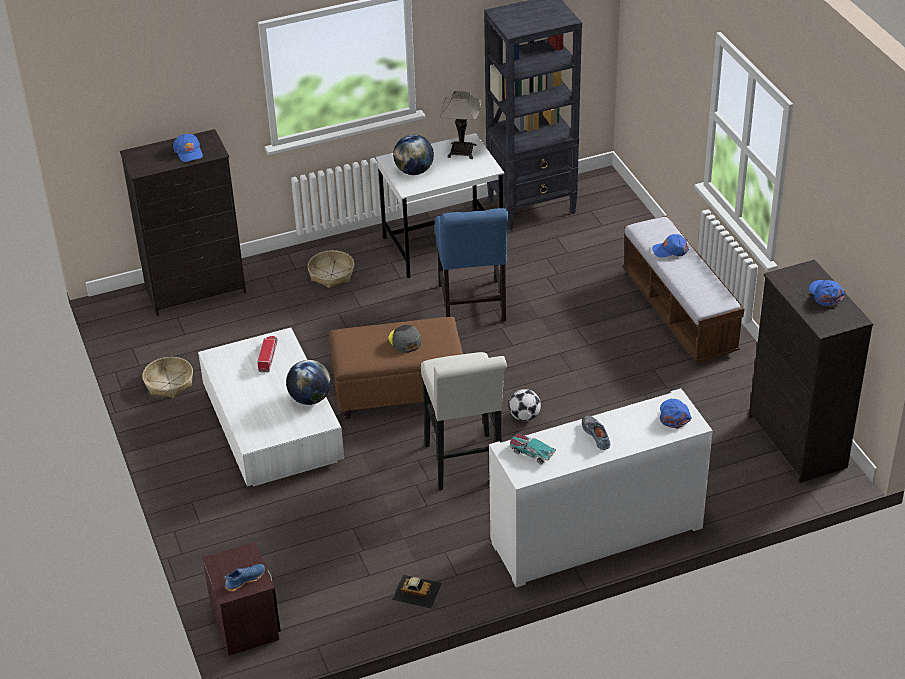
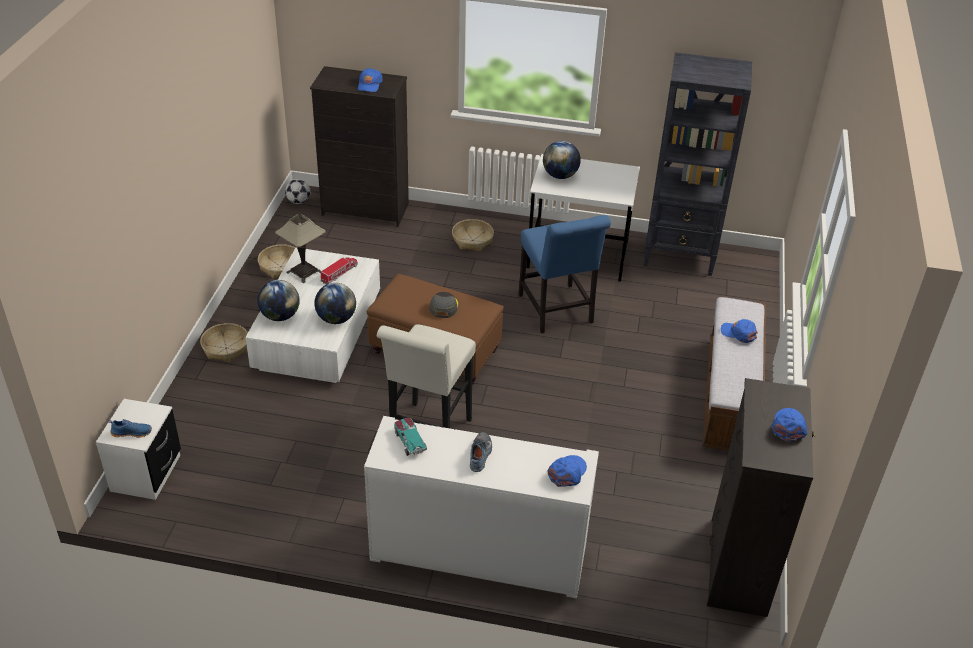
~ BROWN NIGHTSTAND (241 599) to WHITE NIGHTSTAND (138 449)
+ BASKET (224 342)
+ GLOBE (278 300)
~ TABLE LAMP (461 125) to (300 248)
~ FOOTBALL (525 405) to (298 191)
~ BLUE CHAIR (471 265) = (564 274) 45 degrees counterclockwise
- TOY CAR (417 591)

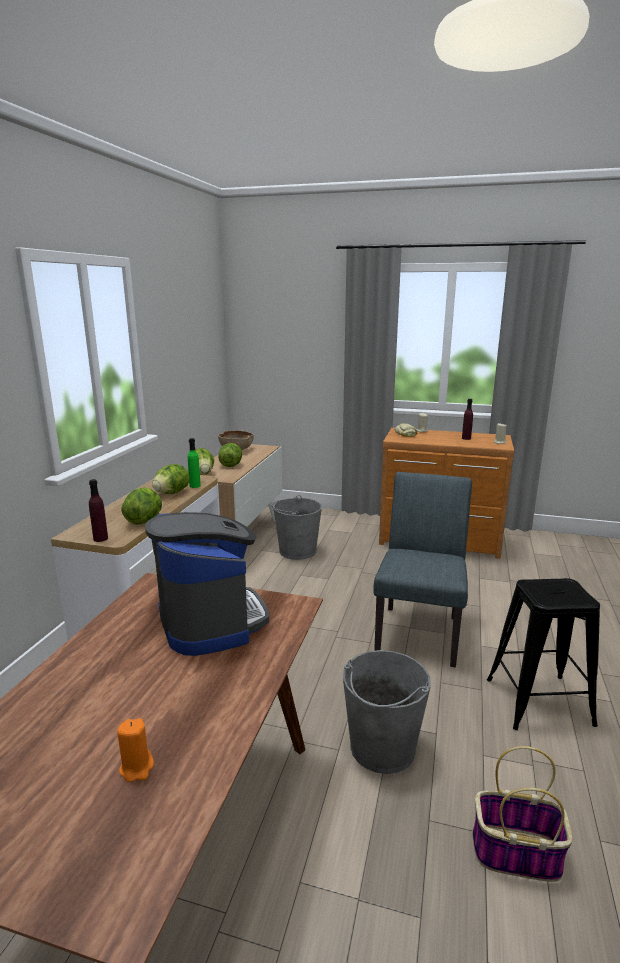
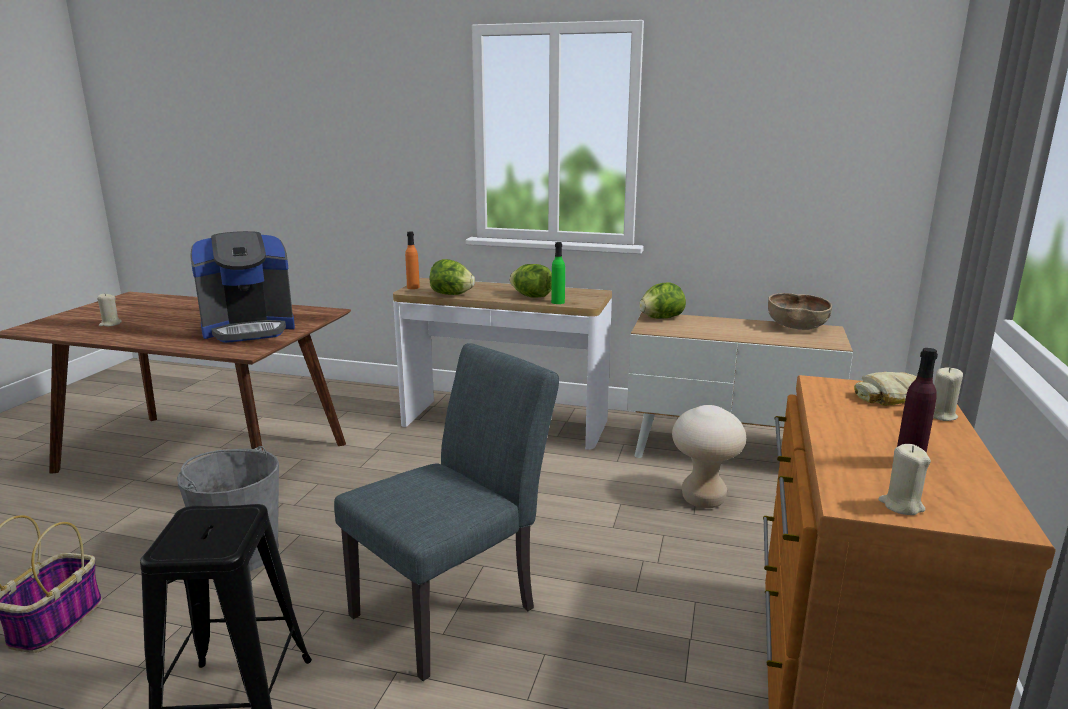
~ ORANGE CANDLE (135 750) to BEIGE CANDLE (109 310)
~ GREY CHAIR (422 569) = (446 512) 60 degrees counterclockwise
~ PURPLE BOTTLE (98 510) to ORANGE BOTTLE (412 260)
~ GREY BUCKET (296 527) to BEIGE STOOL (709 456)
- LETTUCE (230 455)

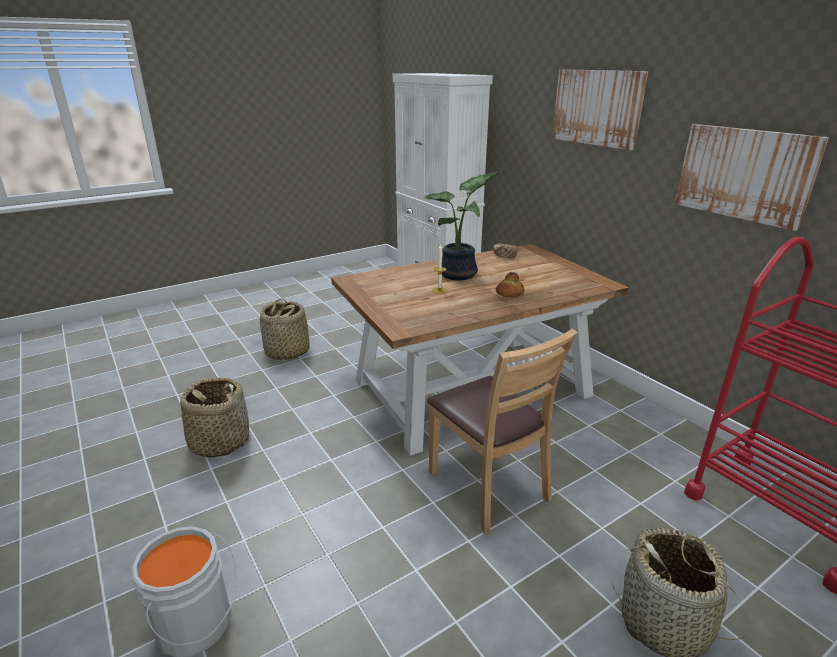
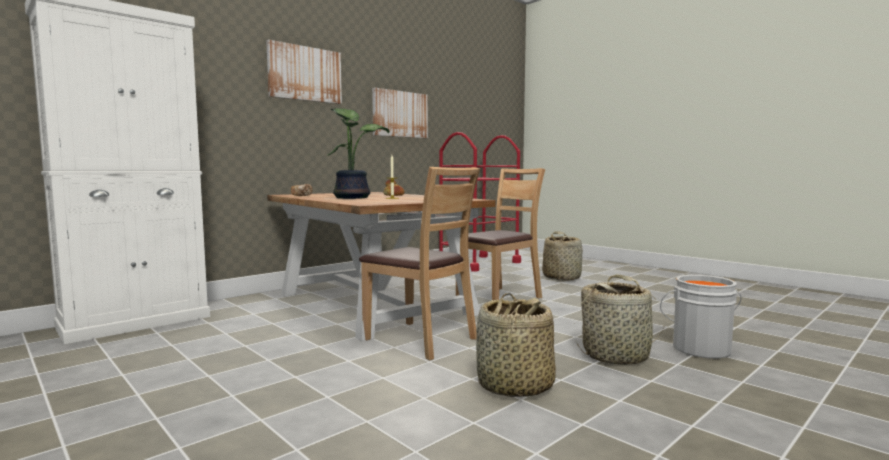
+ BROWN CHAIR (419 264)
~ BASKET (285 329) to (620 319)

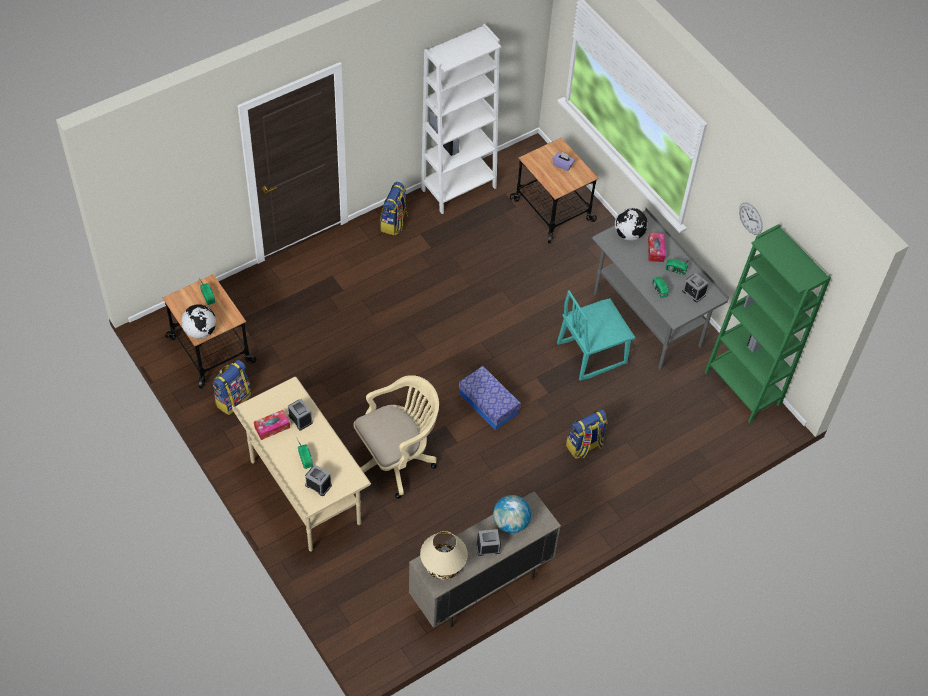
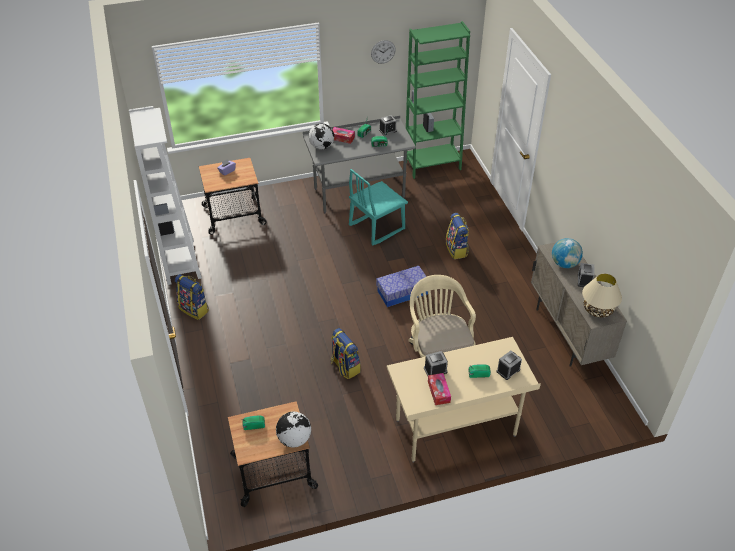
~ BACKPACK (232 387) to (346 353)
~ TURQUOISE CHAIR (596 335) = (378 207) 60 degrees clockwise

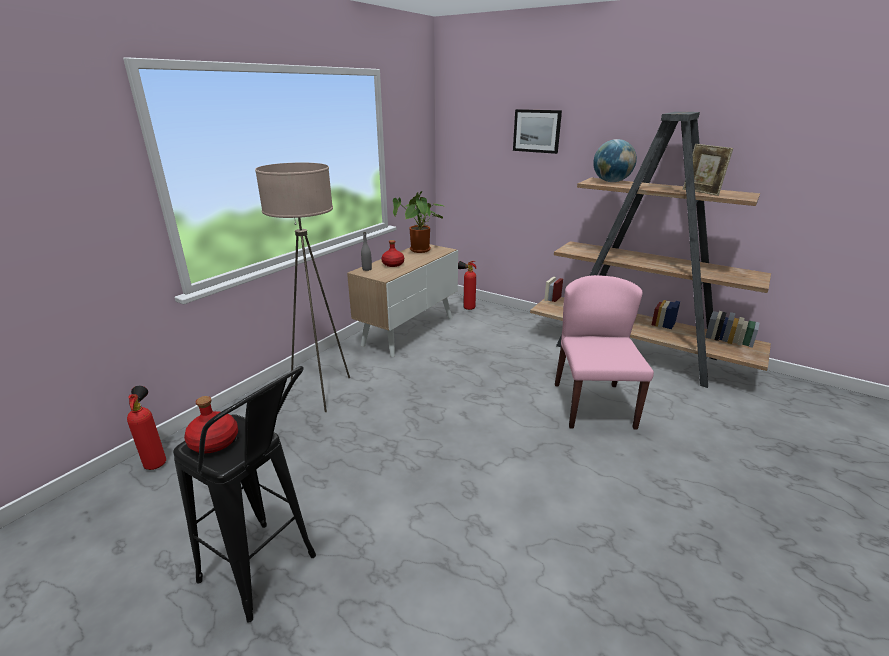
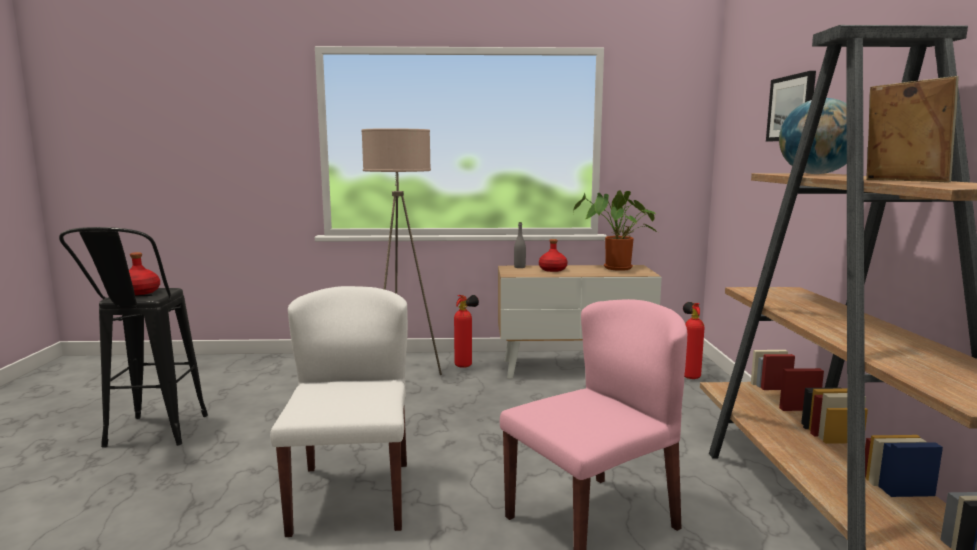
+ WHITE CHAIR (339 411)
~ FIRE EXTINGUISHER (146 428) to (466 331)
~ PICTURE FRAME (708 170) = (912 129) 135 degrees clockwise

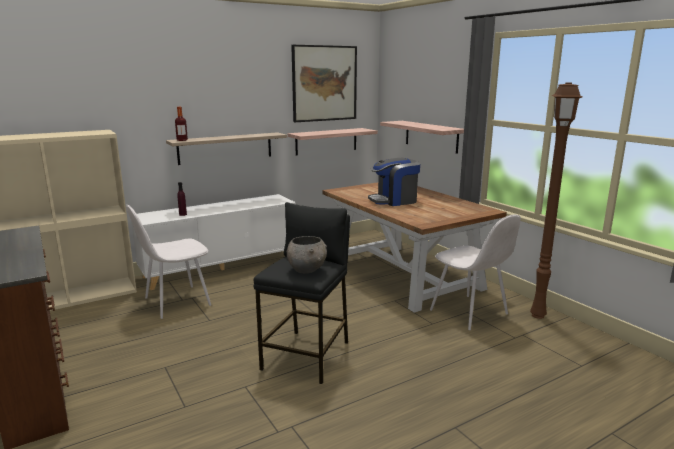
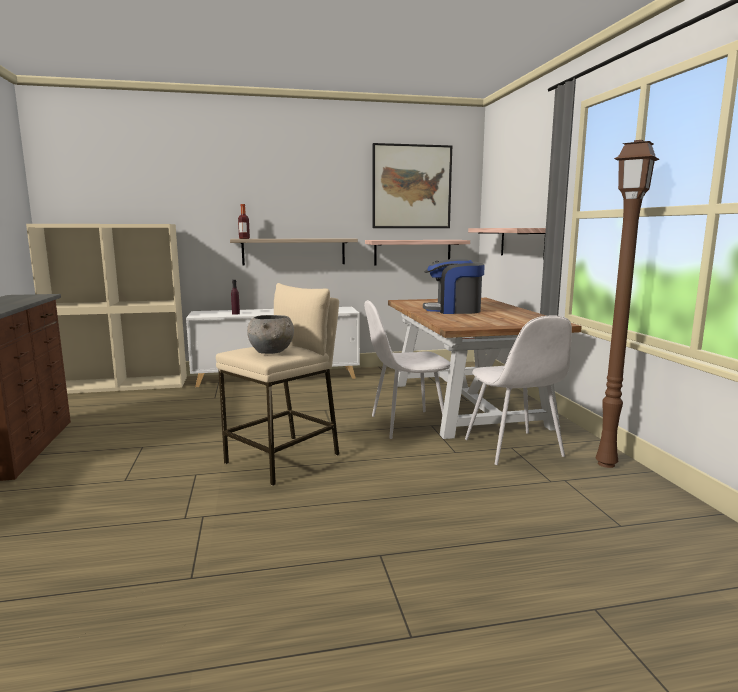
~ BLACK STOOL (302 293) to BEIGE STOOL (277 384)
~ WHITE CHAIR (168 262) to (407 369)

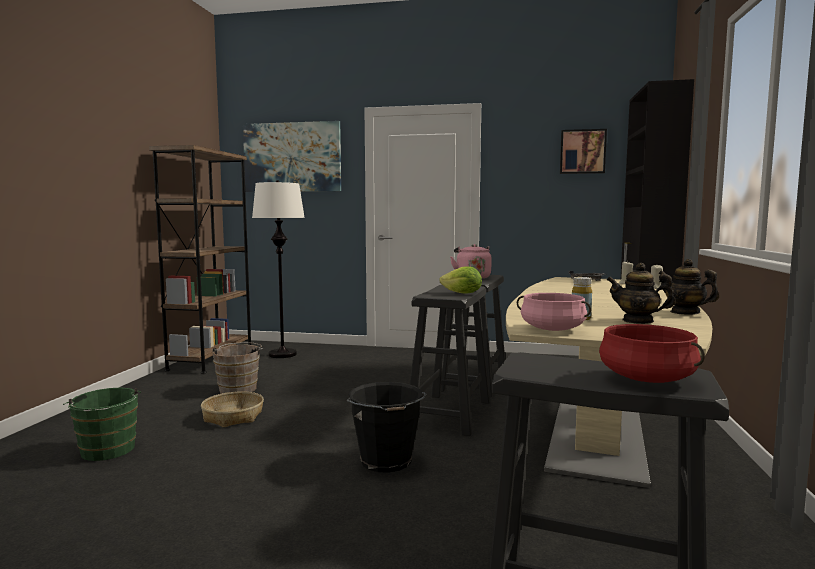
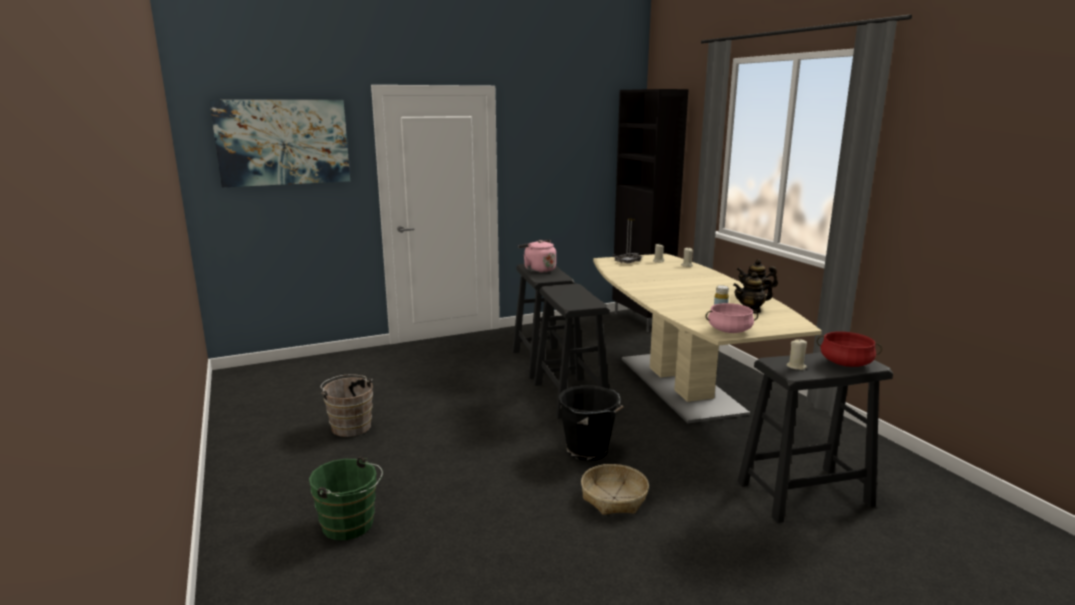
~ BASKET (232 409) to (615 489)
+ BEIGE CANDLE (796 354)
- BROWN BOOKCASE (200 259)
- WHITE FLOOR LAMP (278 269)
- LETTUCE (460 279)
- PICTURE (583 151)

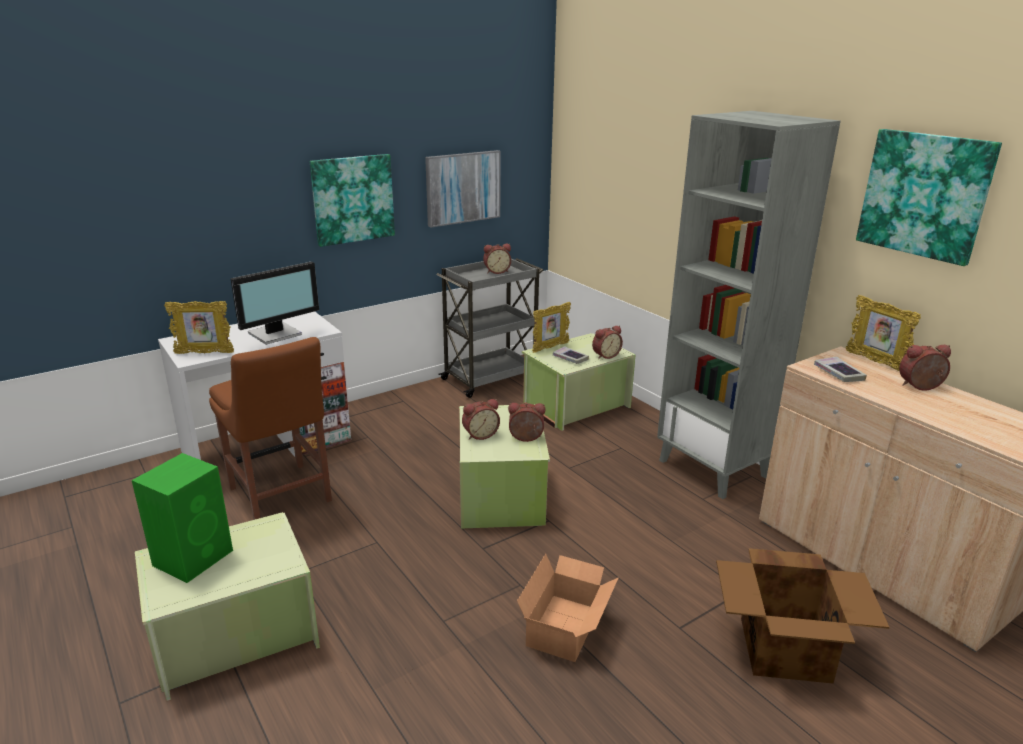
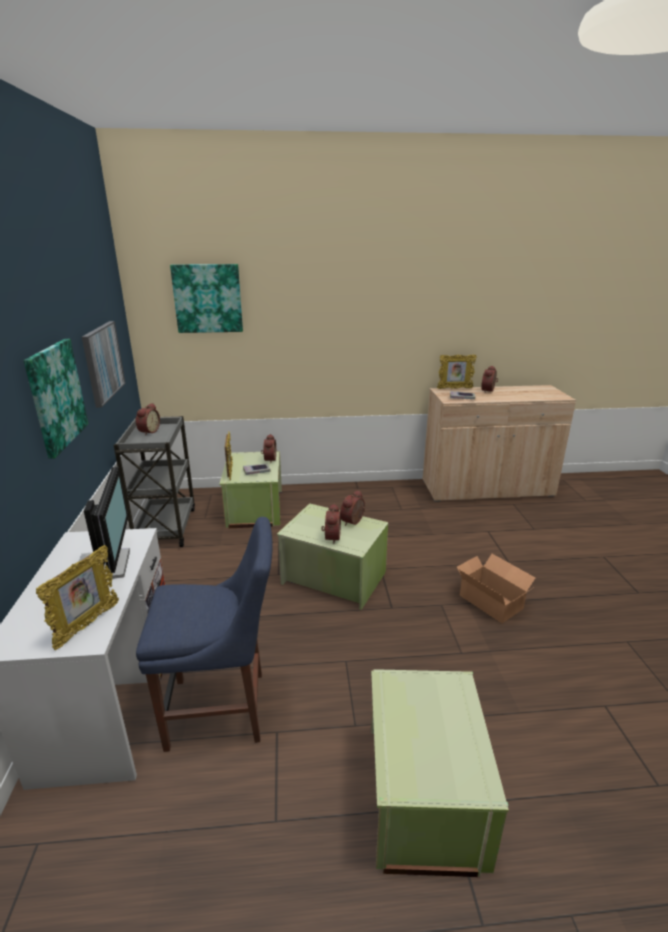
~ BROWN CHAIR (270 428) to BLUE CHAIR (204 634)
~ PICTURE (929 197) to (206 298)
- GREEN SPEAKER (182 518)
- GREY BOOKCASE (749 305)
- CARDBOARD BOX (803 616)

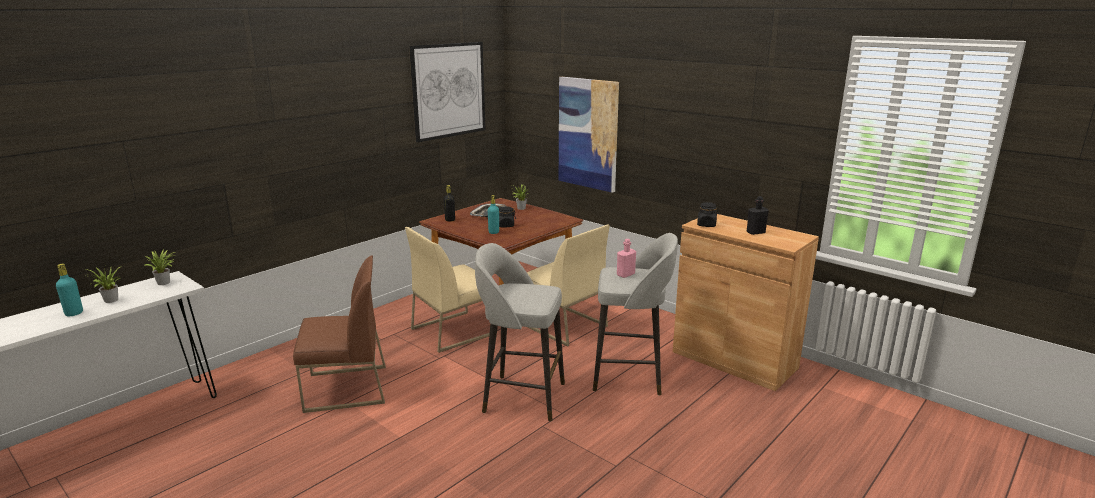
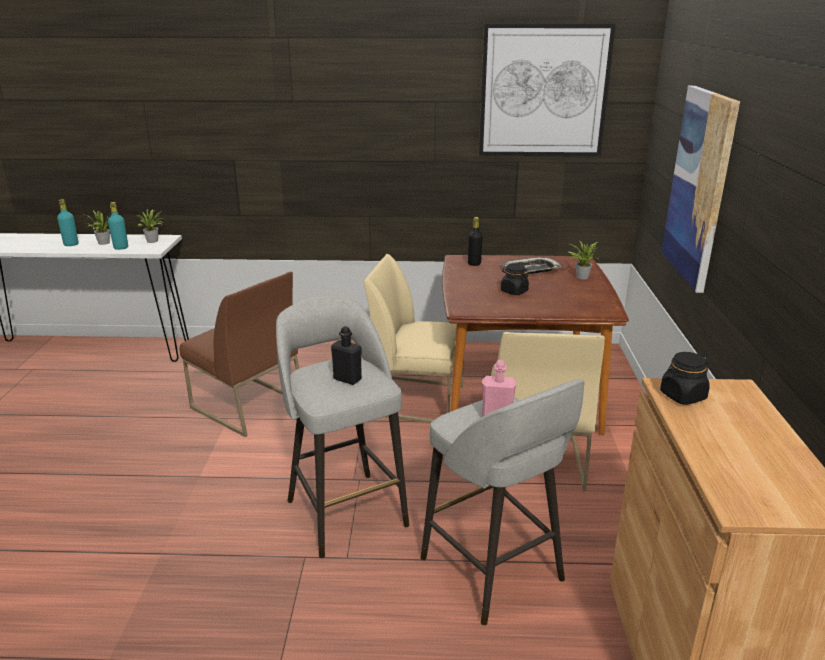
~ TURQUOISE BOTTLE (493 214) to (118 226)
~ BLACK BOTTLE (758 215) to (346 355)

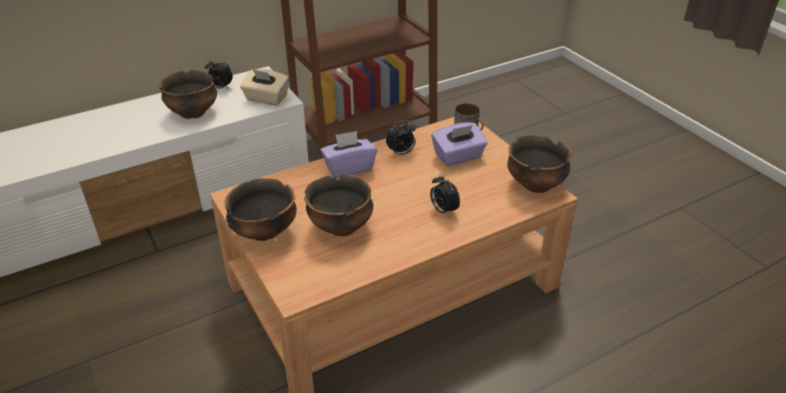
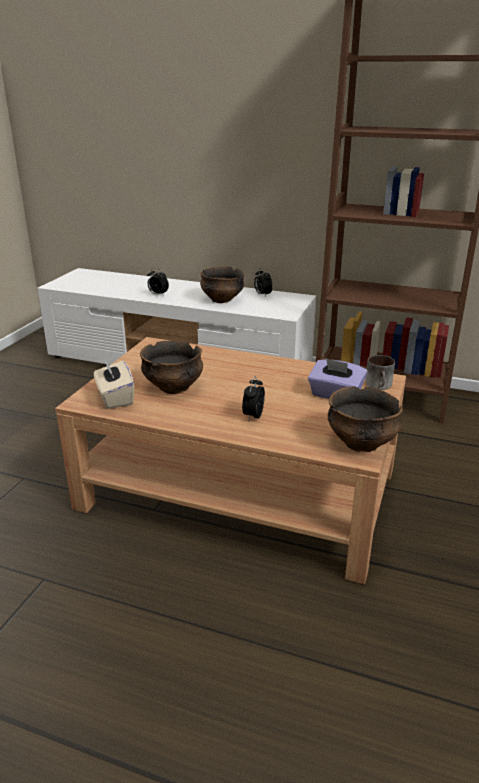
~ BEIGE TISSUE BOX (264 87) to (114 384)
~ ALARM CLOCK (400 138) to (158 282)
- BOWL (261 209)
- PURPLE TISSUE BOX (348 154)

